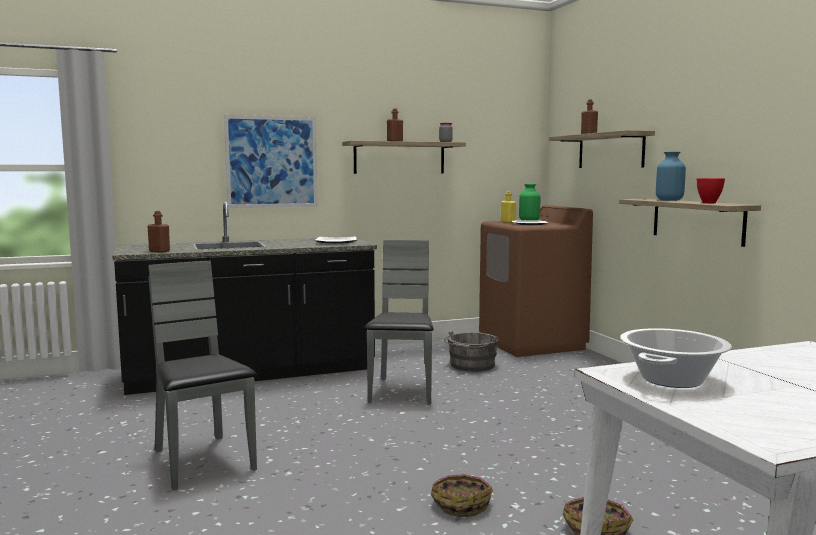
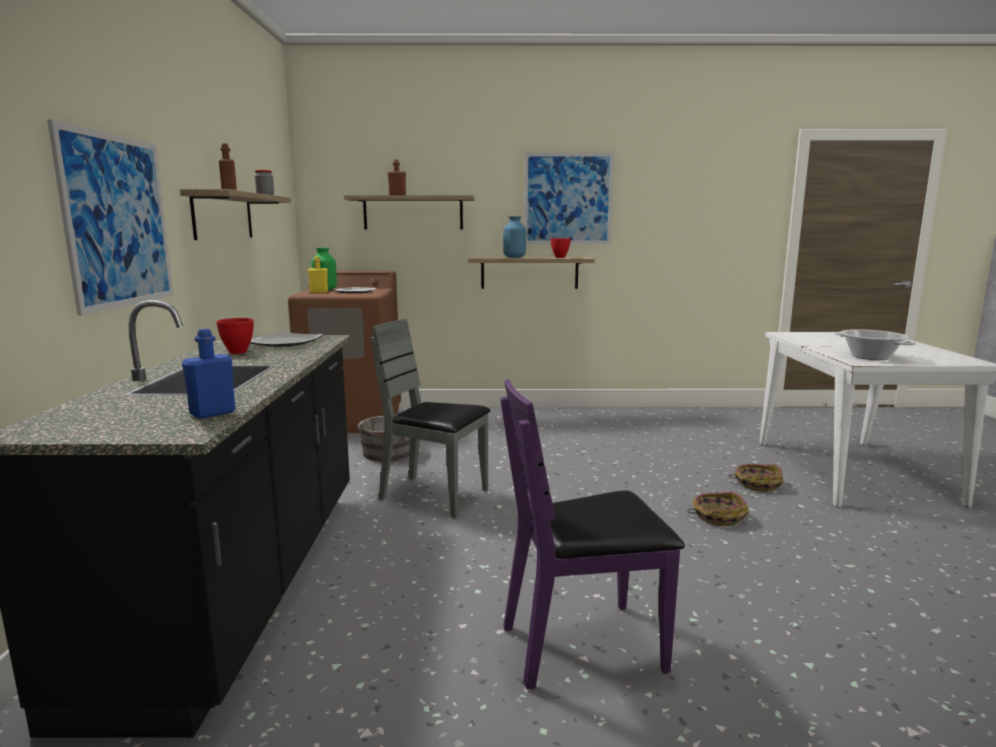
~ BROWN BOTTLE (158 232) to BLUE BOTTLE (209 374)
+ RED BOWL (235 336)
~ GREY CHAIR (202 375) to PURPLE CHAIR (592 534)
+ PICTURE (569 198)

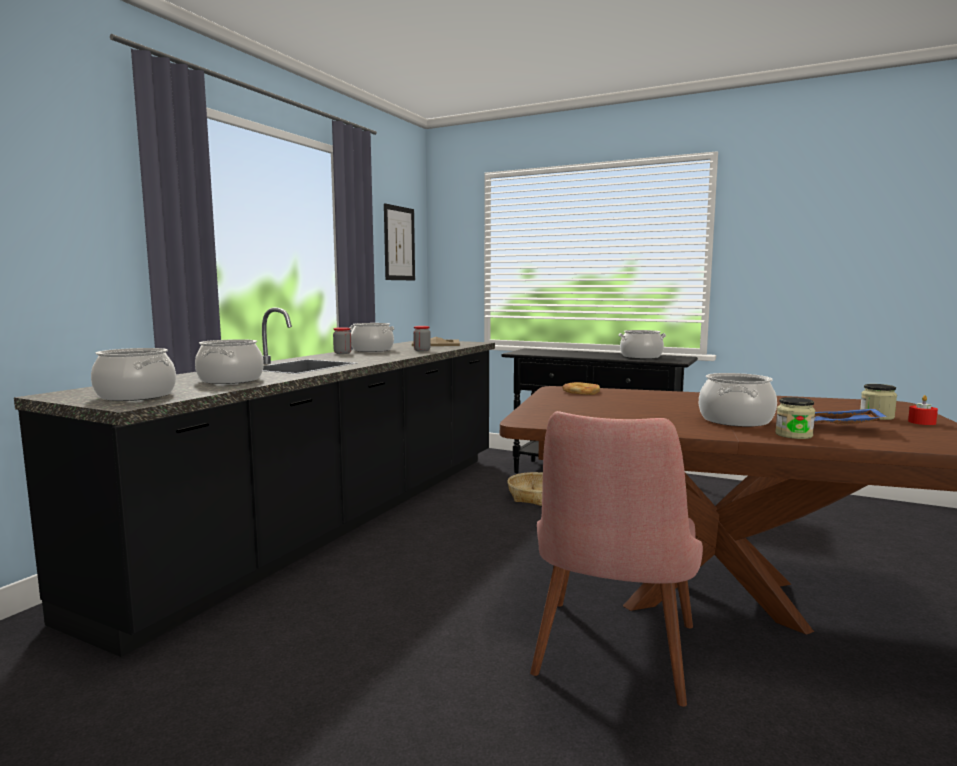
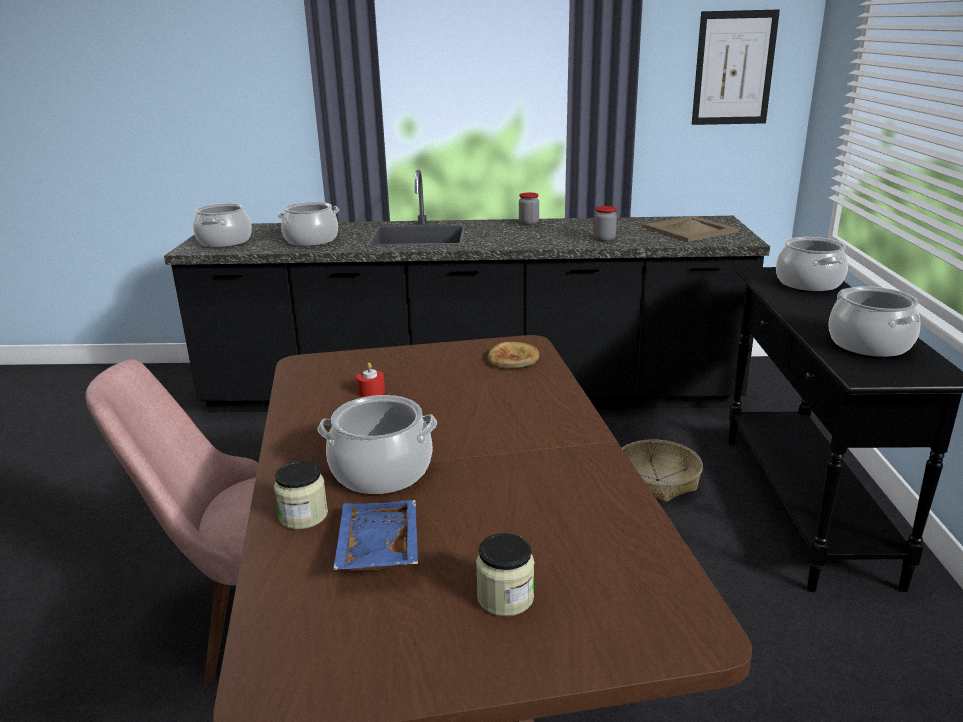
~ RED CANDLE (923 410) to (371 379)
~ COOKING POT (372 337) to (812 264)

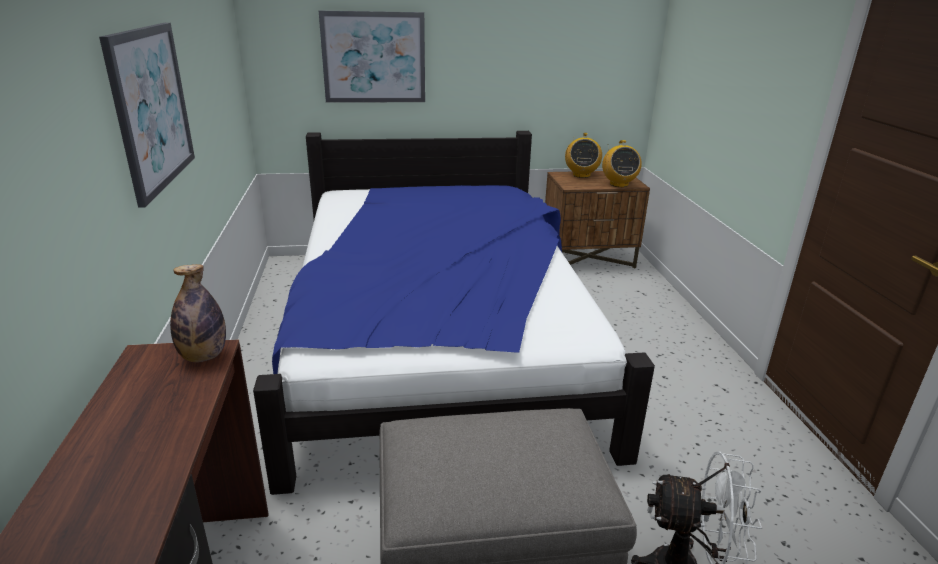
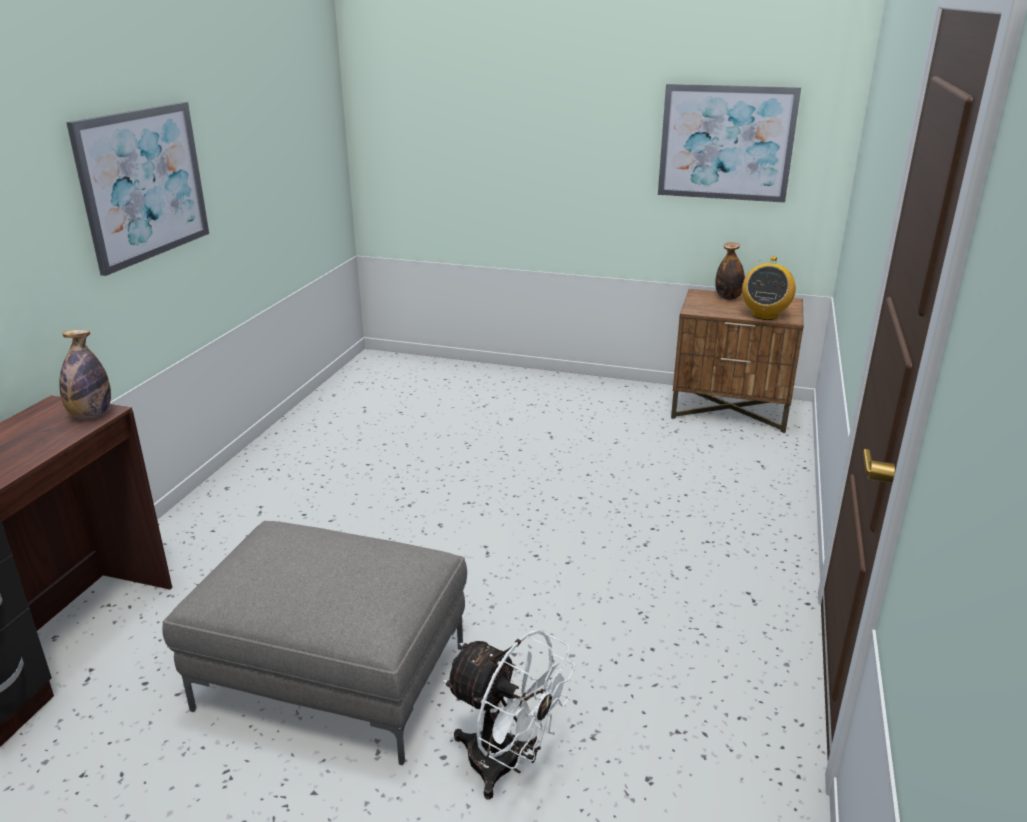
~ PICTURE (372 57) to (729 143)
~ RADIO (583 155) to BOTTLE (730 271)
- BED (454 313)

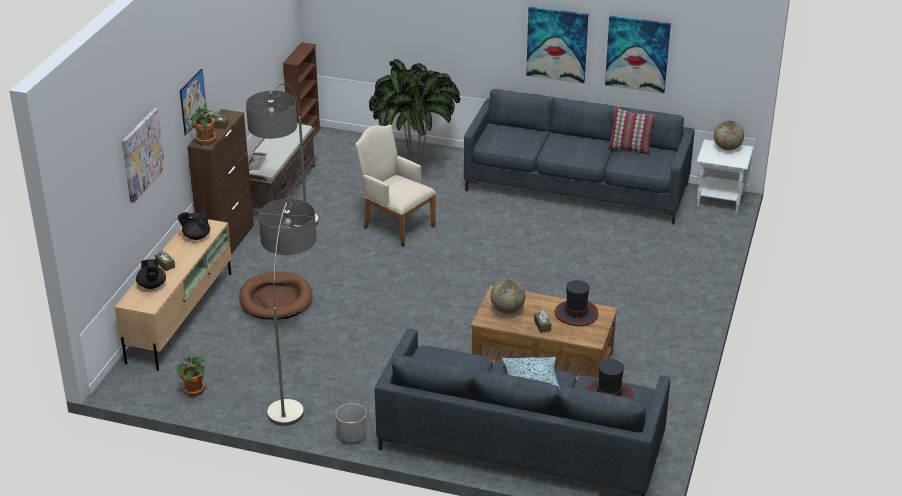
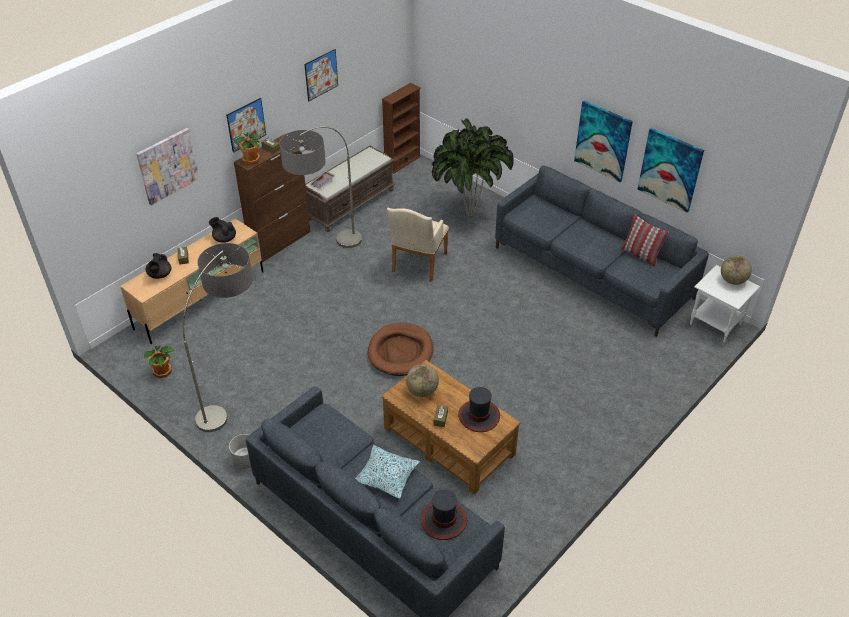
+ PICTURE (321 75)
~ BROWN DOG BED (275 296) to (400 349)
~ BEIGE ARMCHAIR (395 186) = (418 244) 135 degrees counterclockwise

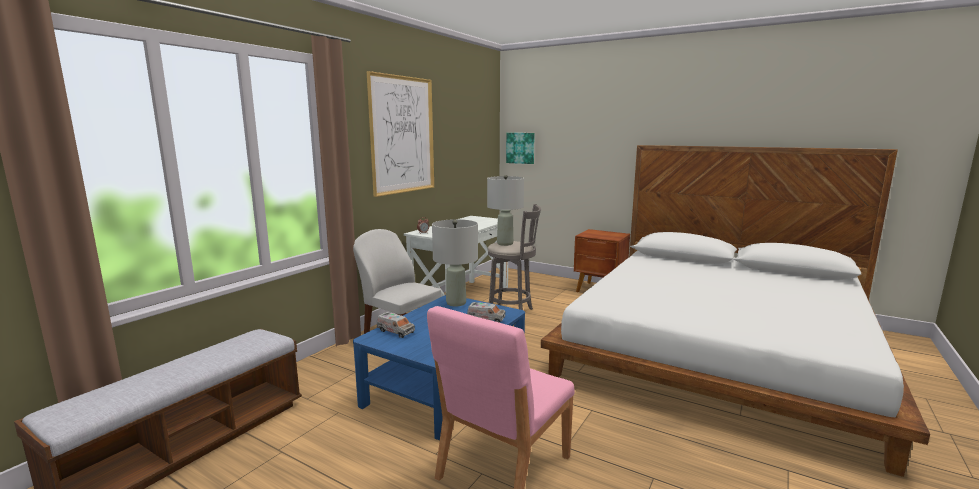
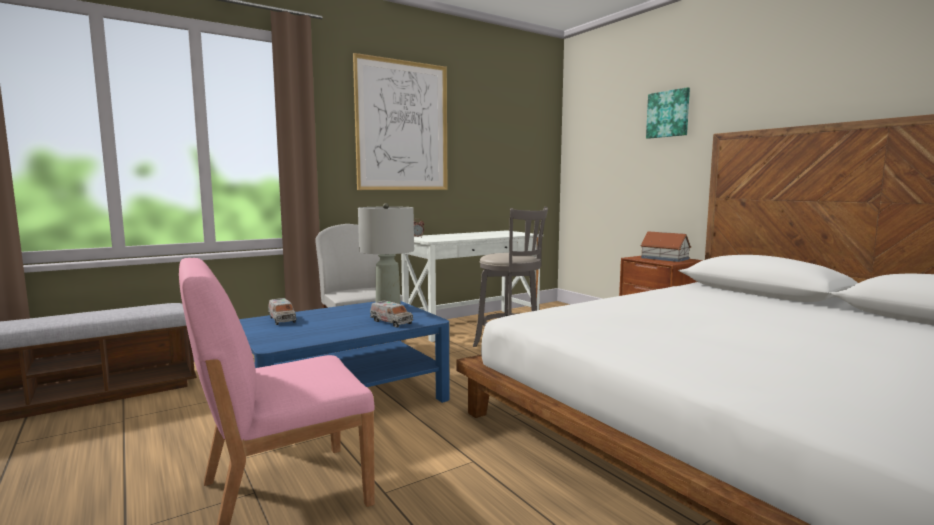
+ TOY HOUSE (665 246)
~ PICTURE (520 148) to (668 113)
- GREY TABLE LAMP (505 210)

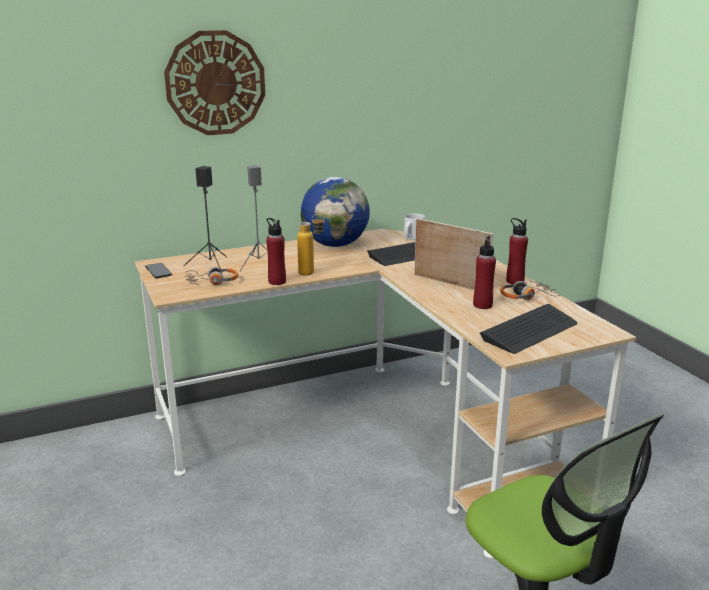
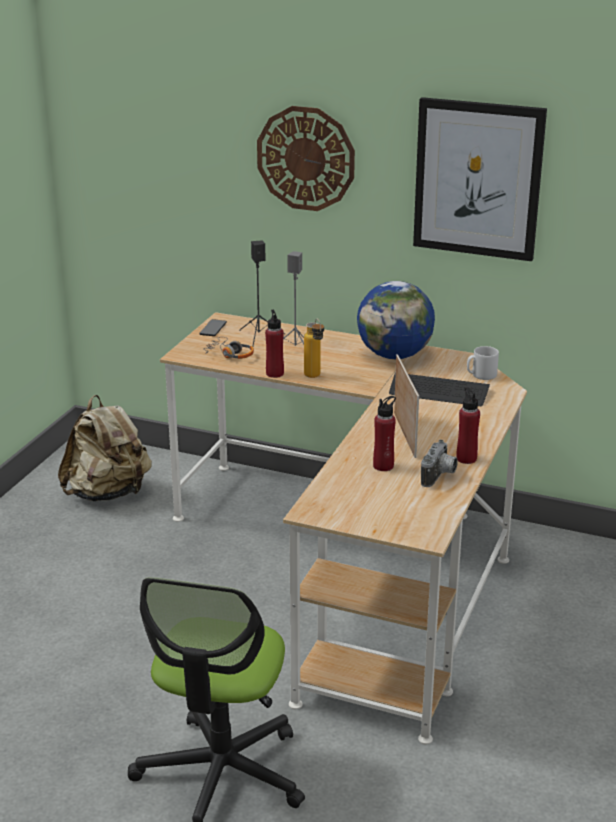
+ BEIGE BACKPACK (105 448)
+ PICTURE (480 179)
~ HEADPHONES (530 290) to PHOTO CAMERA (439 463)
- KEYBOARD (528 329)

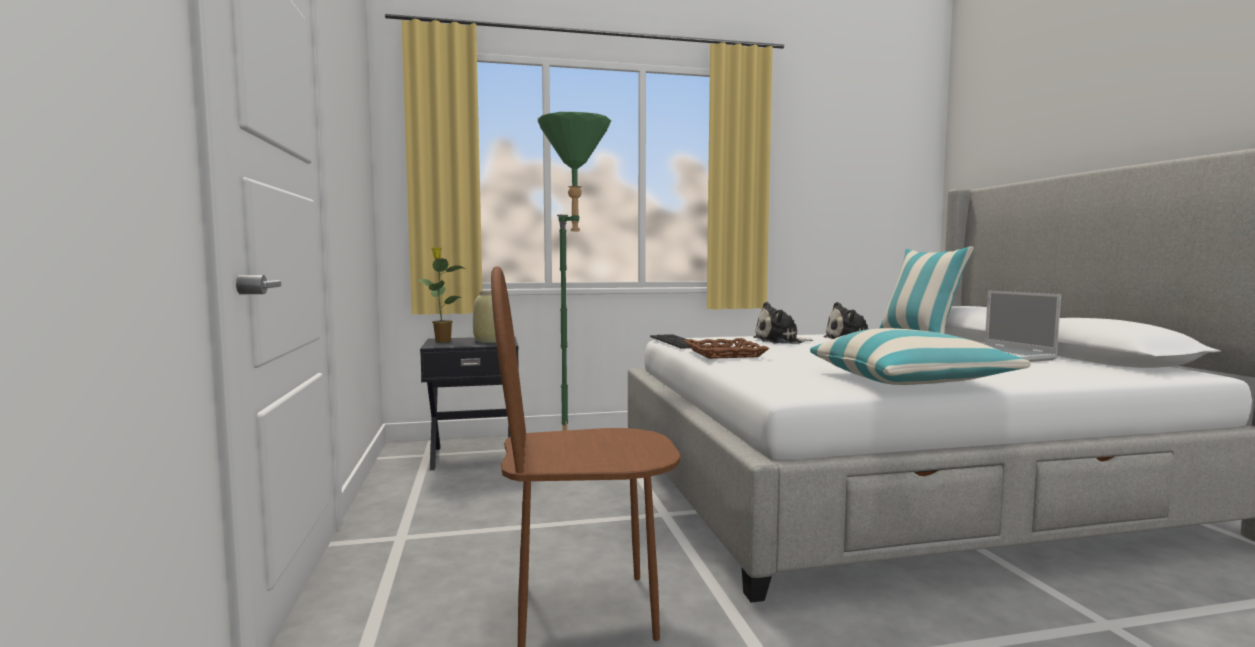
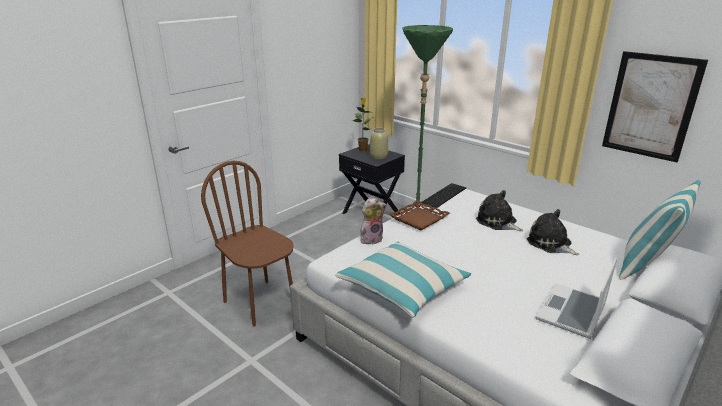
+ PLUSH TOY (373 221)
+ PICTURE (655 106)

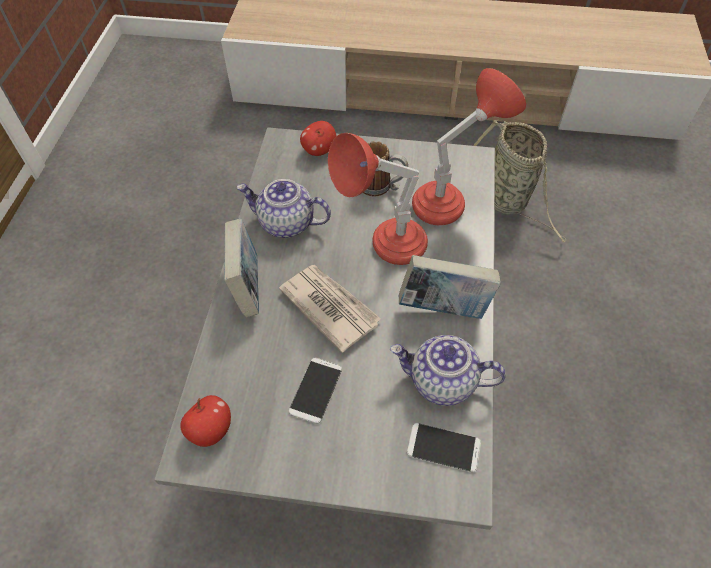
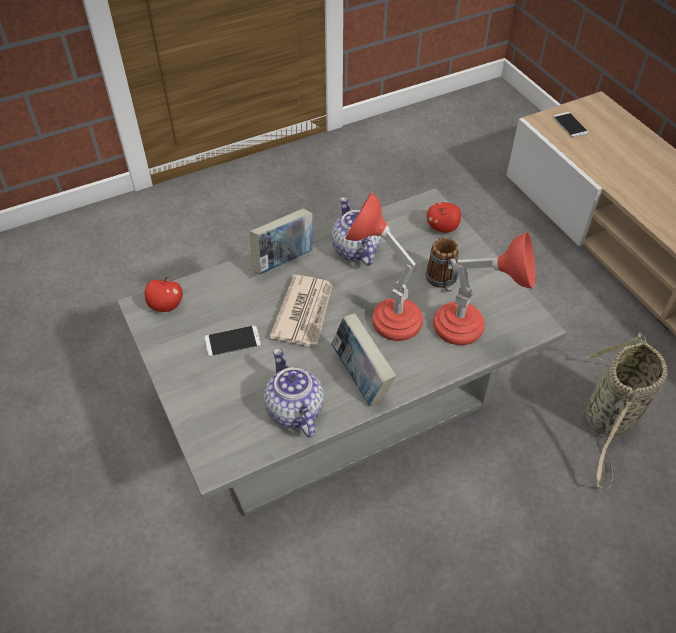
~ PHONE (444 447) to (570 125)

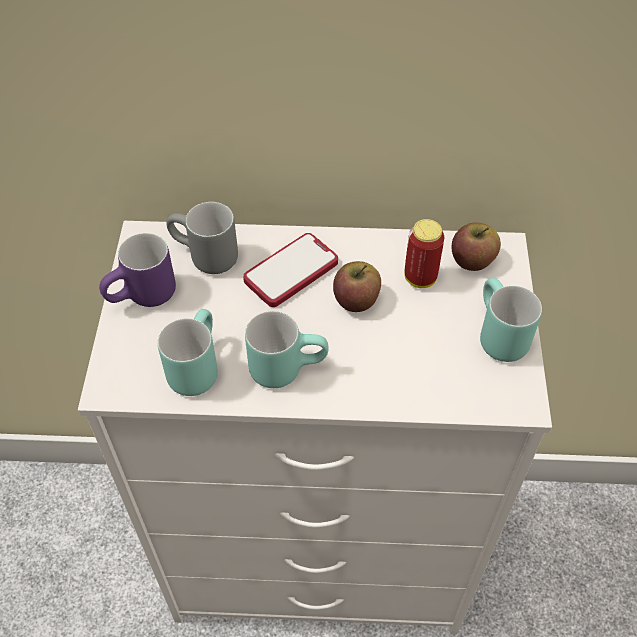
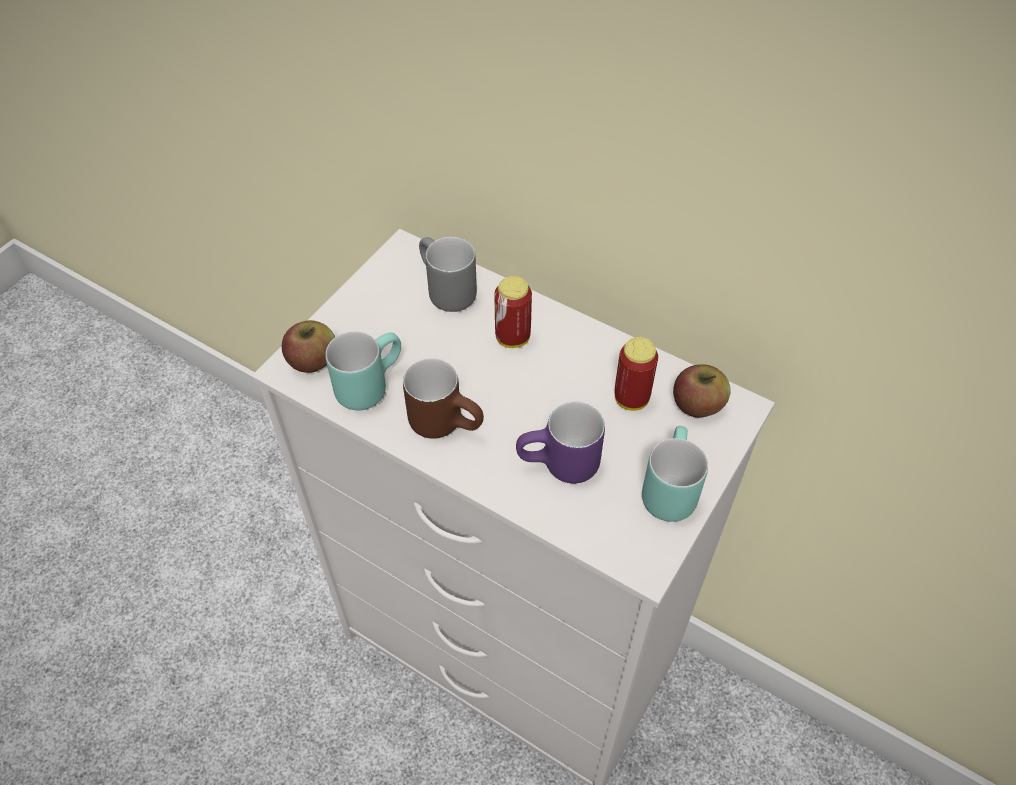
~ APPLE (357 286) to (308 346)
~ TURQUOISE MUG (287 349) to BROWN MUG (443 398)
~ PHONE (290 270) to CAN (513 312)
~ PURPLE MUG (137 270) to (560 442)

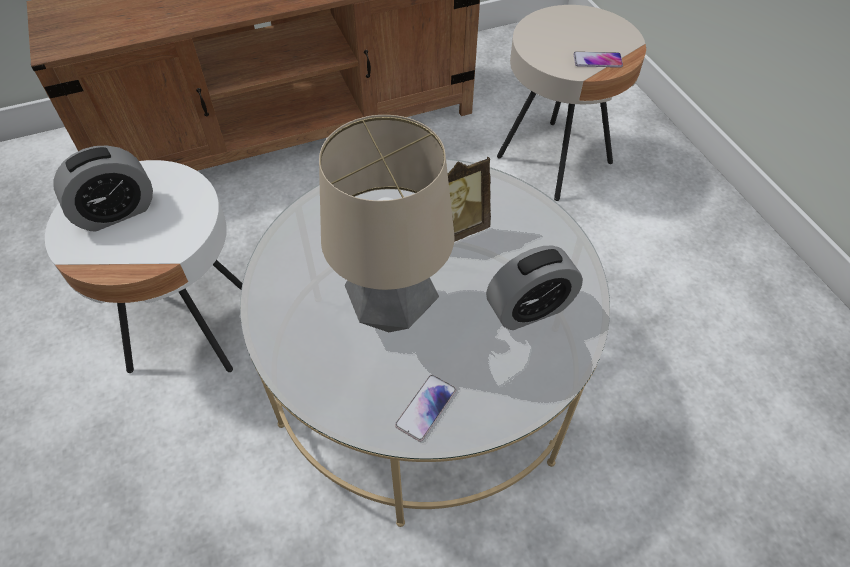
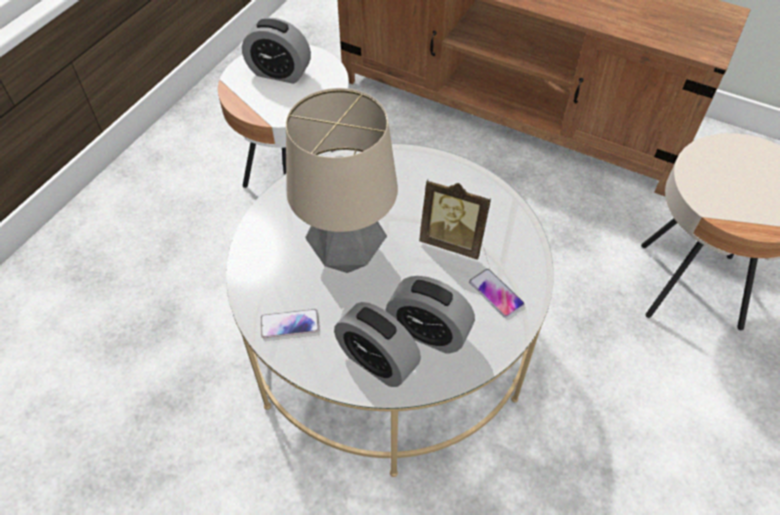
+ ALARM CLOCK (377 344)
~ PHONE (598 60) to (496 293)

